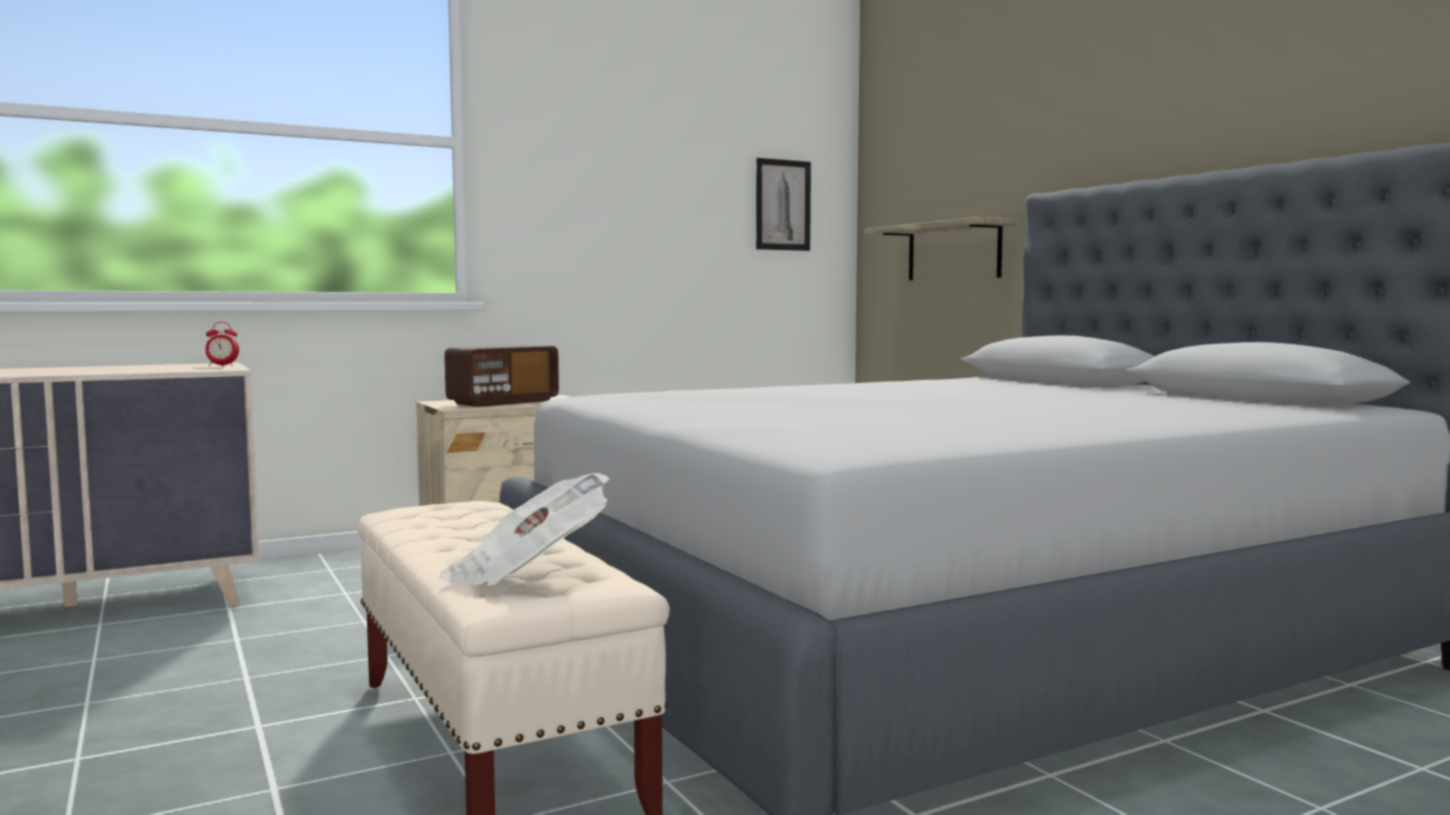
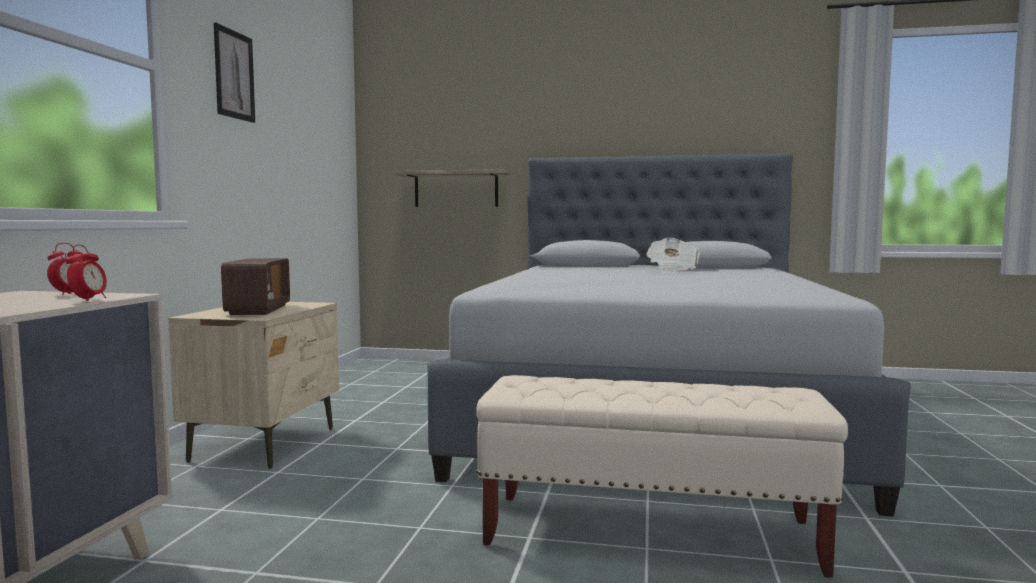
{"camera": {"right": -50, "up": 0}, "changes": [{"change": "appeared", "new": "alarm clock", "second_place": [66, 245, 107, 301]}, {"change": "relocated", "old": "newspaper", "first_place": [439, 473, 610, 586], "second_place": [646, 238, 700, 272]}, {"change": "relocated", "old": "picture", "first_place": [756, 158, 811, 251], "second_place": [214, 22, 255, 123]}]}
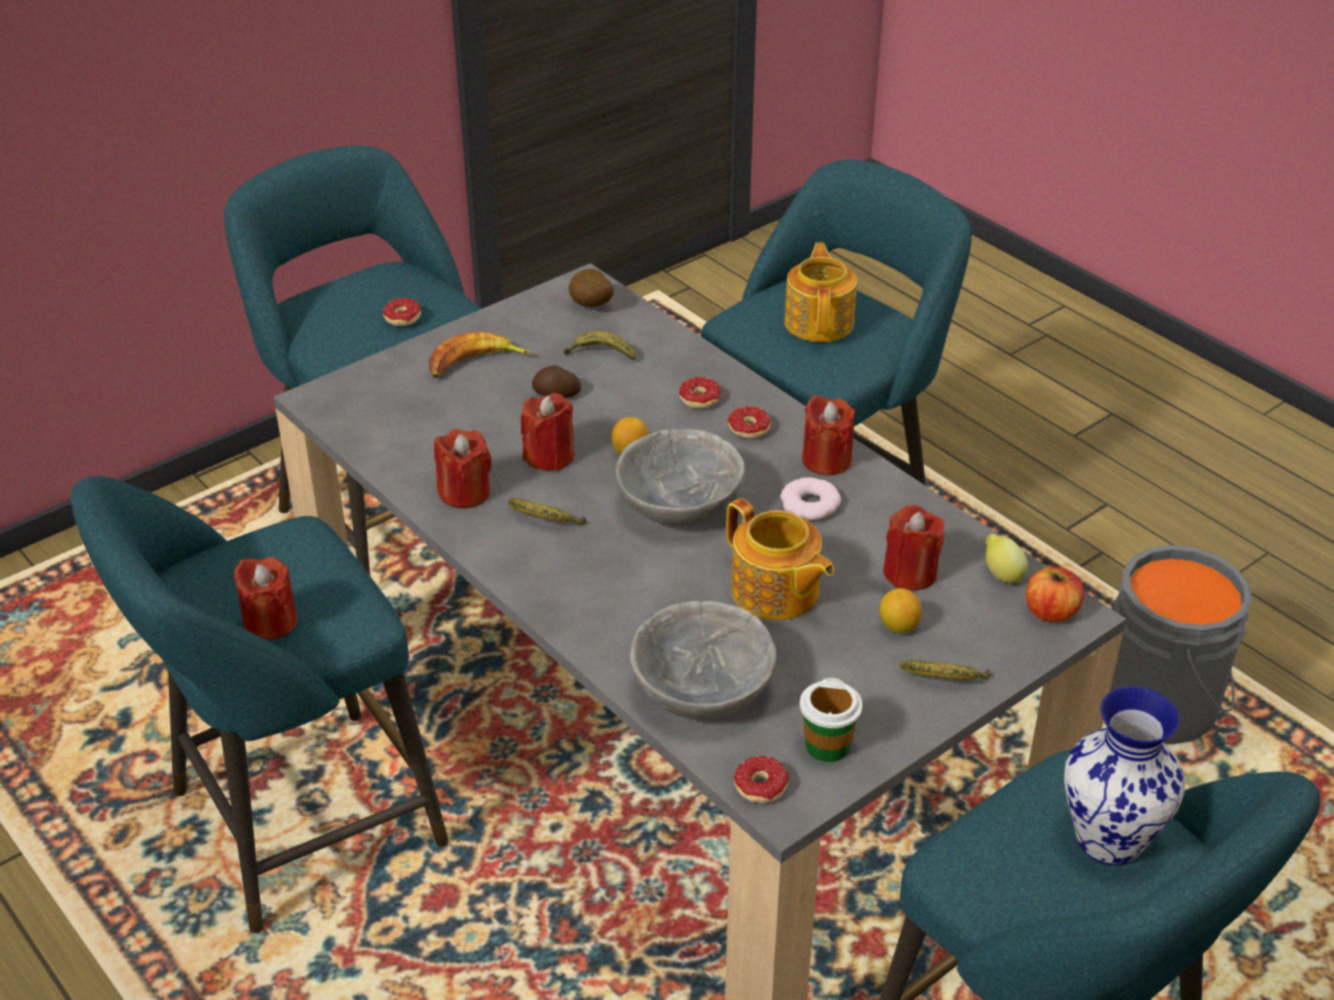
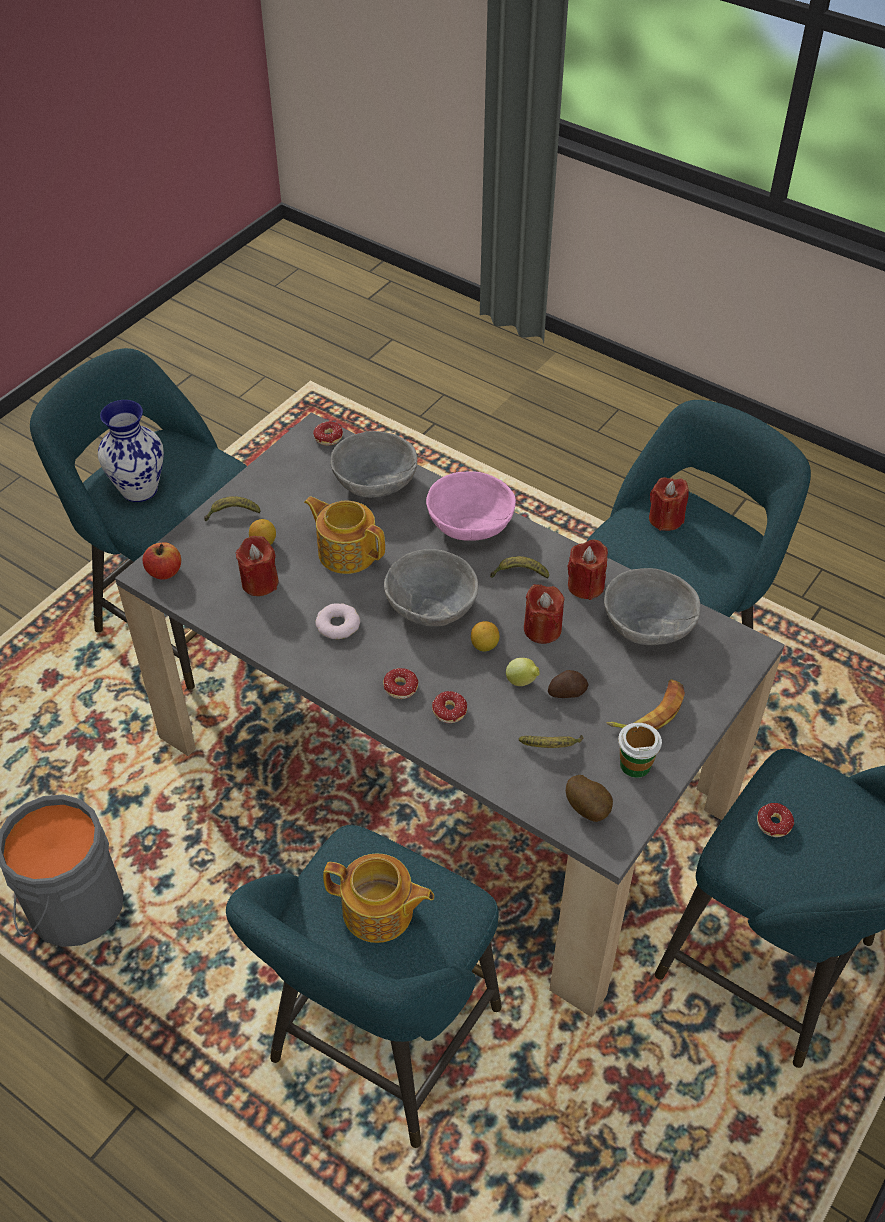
{"camera": {"right": 165, "up": 10}, "changes": [{"change": "missing", "old": "red candle", "first_place": [802, 395, 855, 476]}, {"change": "appeared", "new": "pink bowl", "second_place": [426, 471, 516, 541]}, {"change": "appeared", "new": "grey bowl", "second_place": [604, 568, 700, 645]}, {"change": "relocated", "old": "cup", "first_place": [800, 678, 862, 762], "second_place": [618, 723, 662, 778]}, {"change": "relocated", "old": "lemon", "first_place": [985, 533, 1028, 583], "second_place": [506, 658, 540, 686]}, {"change": "spun", "old": "teapot", "first_place": [784, 242, 857, 342], "second_place": [323, 854, 434, 943], "degrees": -60}]}
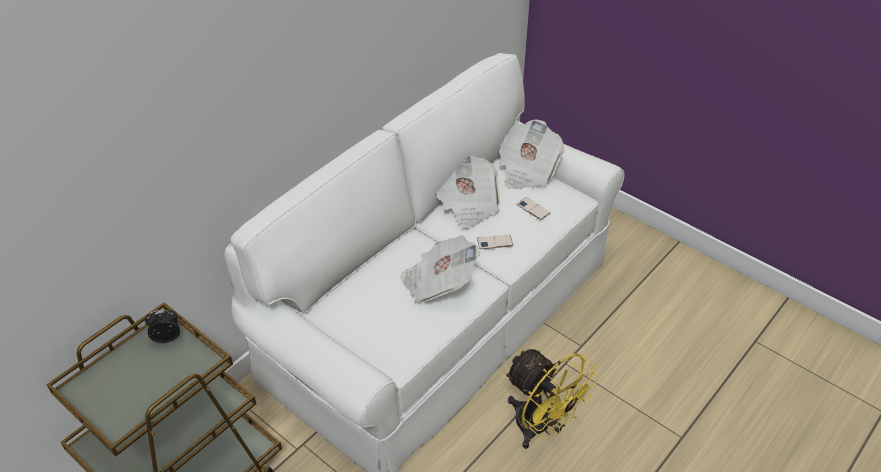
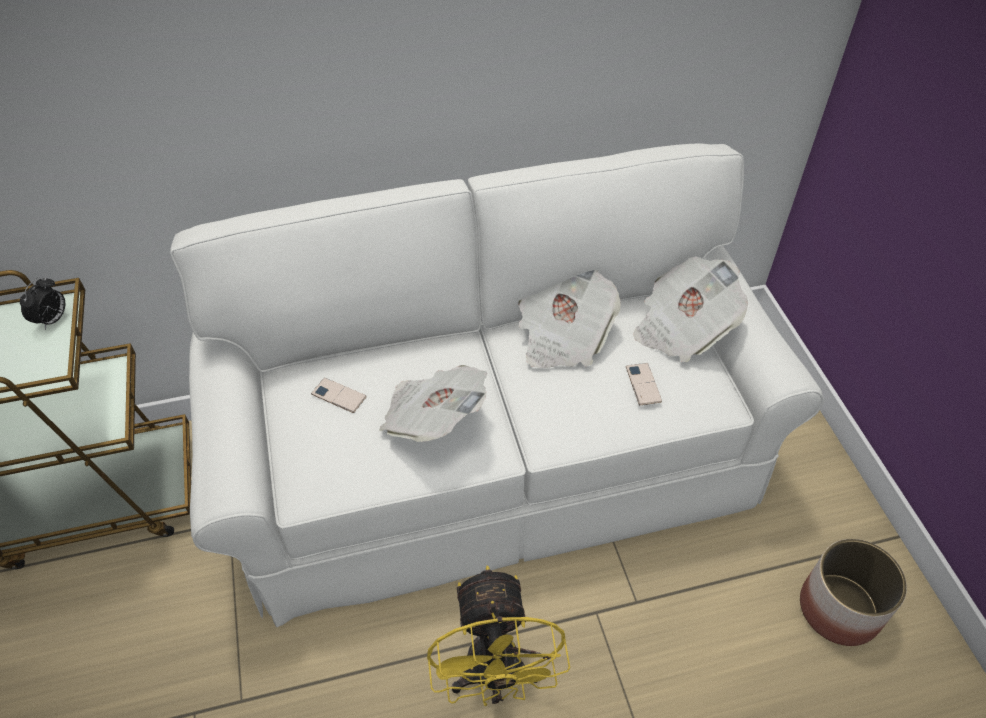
{"camera": {"right": 35, "up": 5}, "changes": [{"change": "appeared", "new": "planter", "second_place": [800, 539, 907, 646]}, {"change": "relocated", "old": "phone", "first_place": [477, 235, 513, 249], "second_place": [311, 378, 367, 413]}, {"change": "spun", "old": "alarm clock", "first_place": [145, 310, 180, 343], "second_place": [20, 277, 65, 330], "degrees": 90}]}
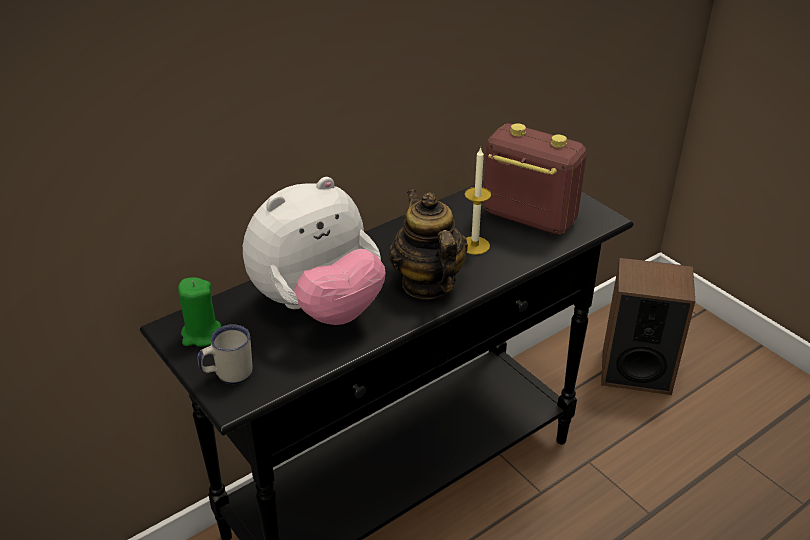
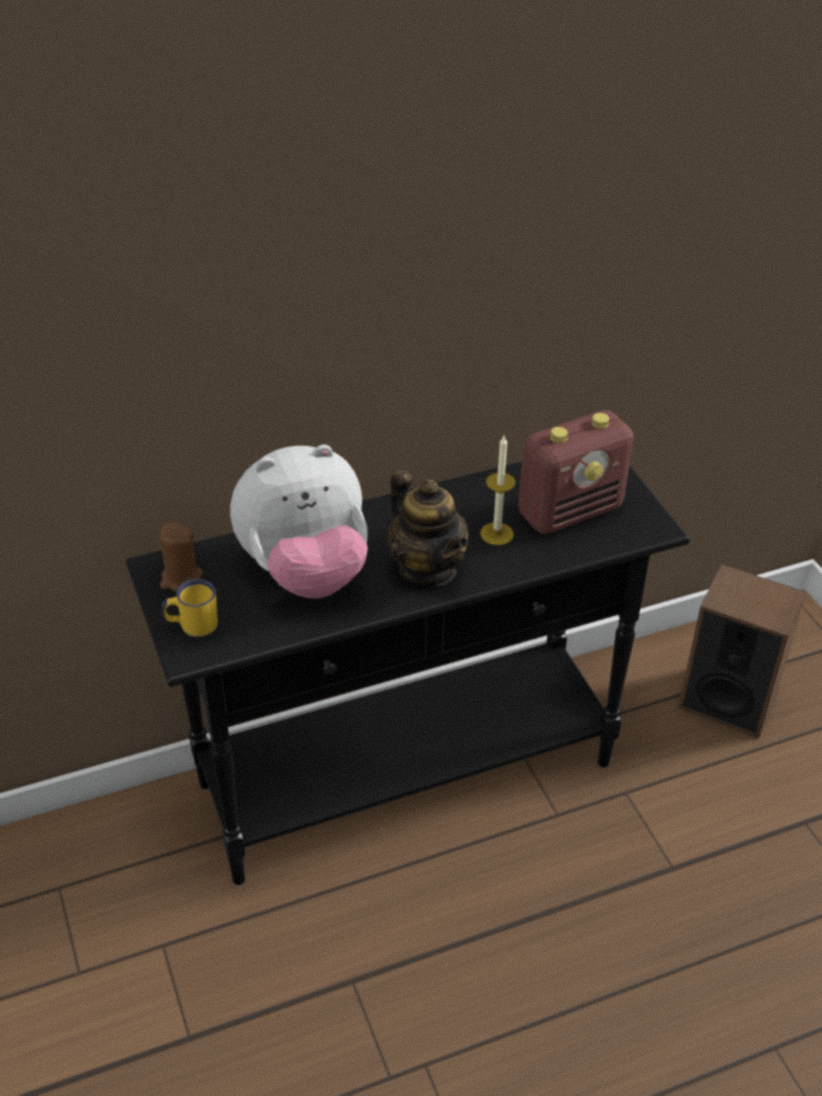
{"camera": {"right": 15, "up": 5}, "changes": [{"change": "colour", "old": "green candle", "new": "brown candle", "first_place": [178, 277, 221, 347], "second_place": [160, 522, 203, 592]}, {"change": "colour", "old": "white mug", "new": "yellow mug", "first_place": [197, 324, 253, 384], "second_place": [162, 579, 218, 638]}, {"change": "spun", "old": "teapot", "first_place": [389, 189, 468, 299], "second_place": [388, 470, 468, 587], "degrees": 150}, {"change": "spun", "old": "radio", "first_place": [483, 123, 587, 235], "second_place": [519, 410, 634, 534], "degrees": 105}]}
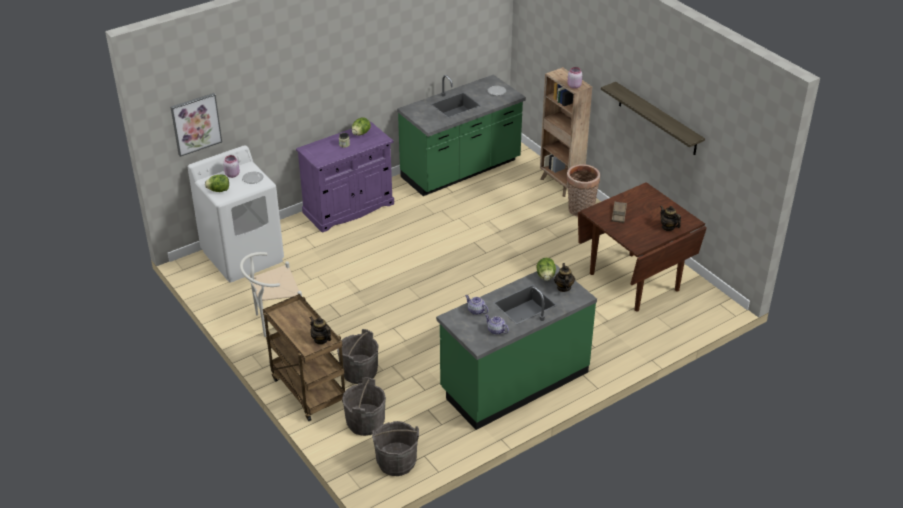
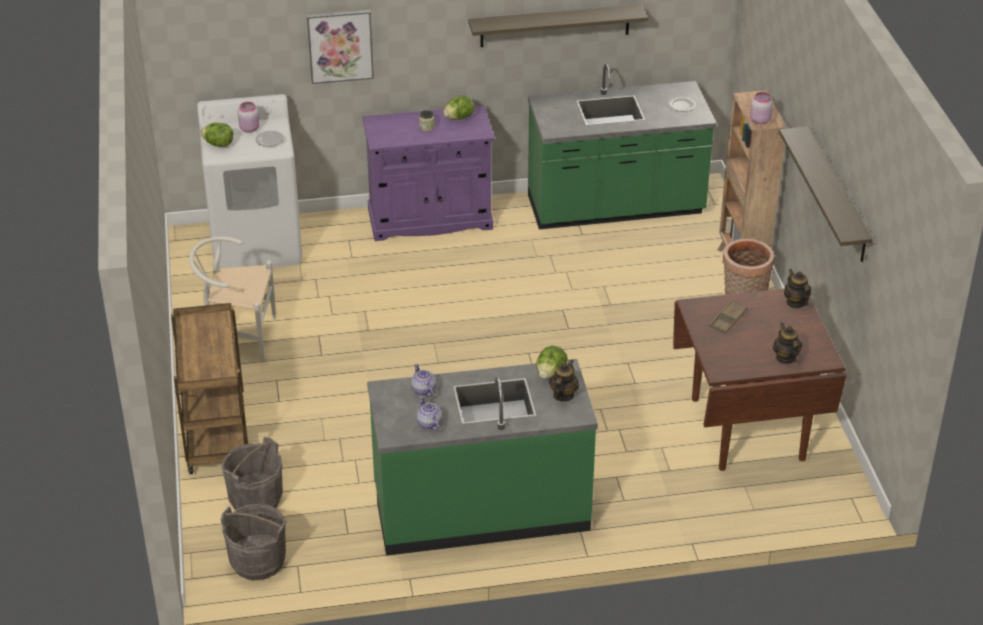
{"camera": {"right": 25, "up": 0}, "changes": [{"change": "missing", "old": "grey bucket", "first_place": [337, 329, 379, 384]}, {"change": "appeared", "new": "shelf", "second_place": [468, 5, 648, 47]}, {"change": "relocated", "old": "picture", "first_place": [171, 93, 222, 157], "second_place": [307, 10, 374, 84]}, {"change": "relocated", "old": "teapot", "first_place": [310, 317, 331, 345], "second_place": [784, 269, 811, 308]}]}
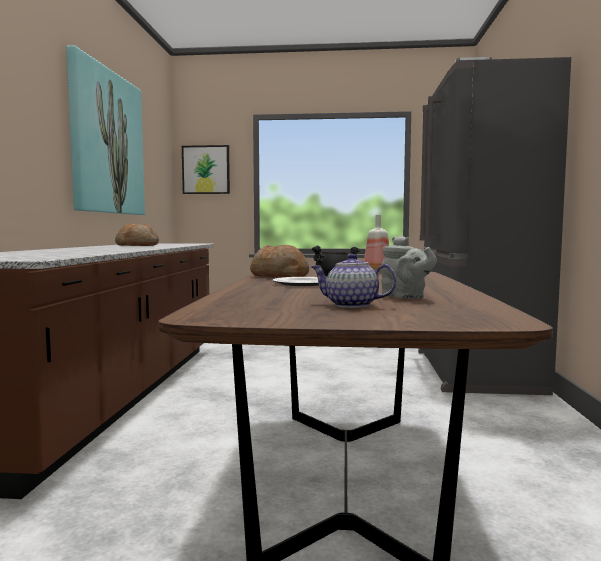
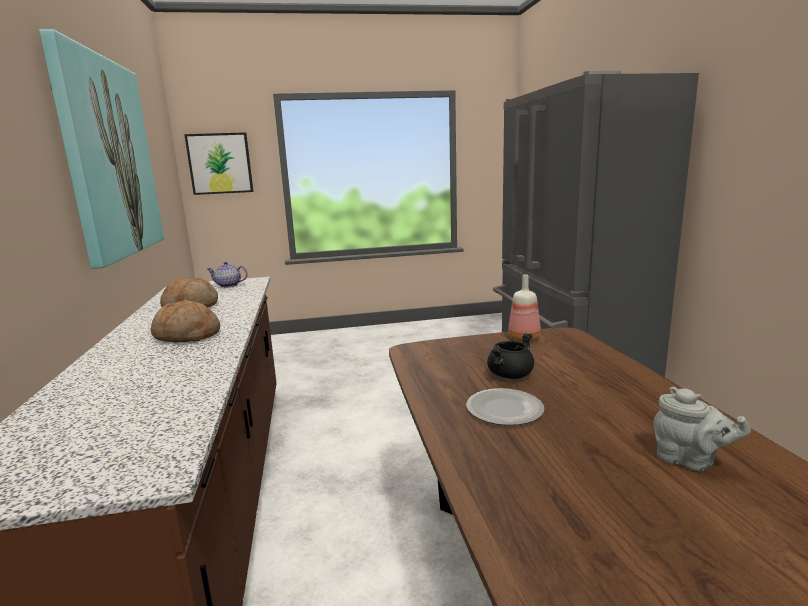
{"camera": {"right": -15, "up": 10}, "changes": [{"change": "relocated", "old": "bread", "first_place": [250, 245, 309, 277], "second_place": [150, 300, 220, 343]}, {"change": "relocated", "old": "teapot", "first_place": [311, 254, 397, 308], "second_place": [207, 262, 248, 288]}]}
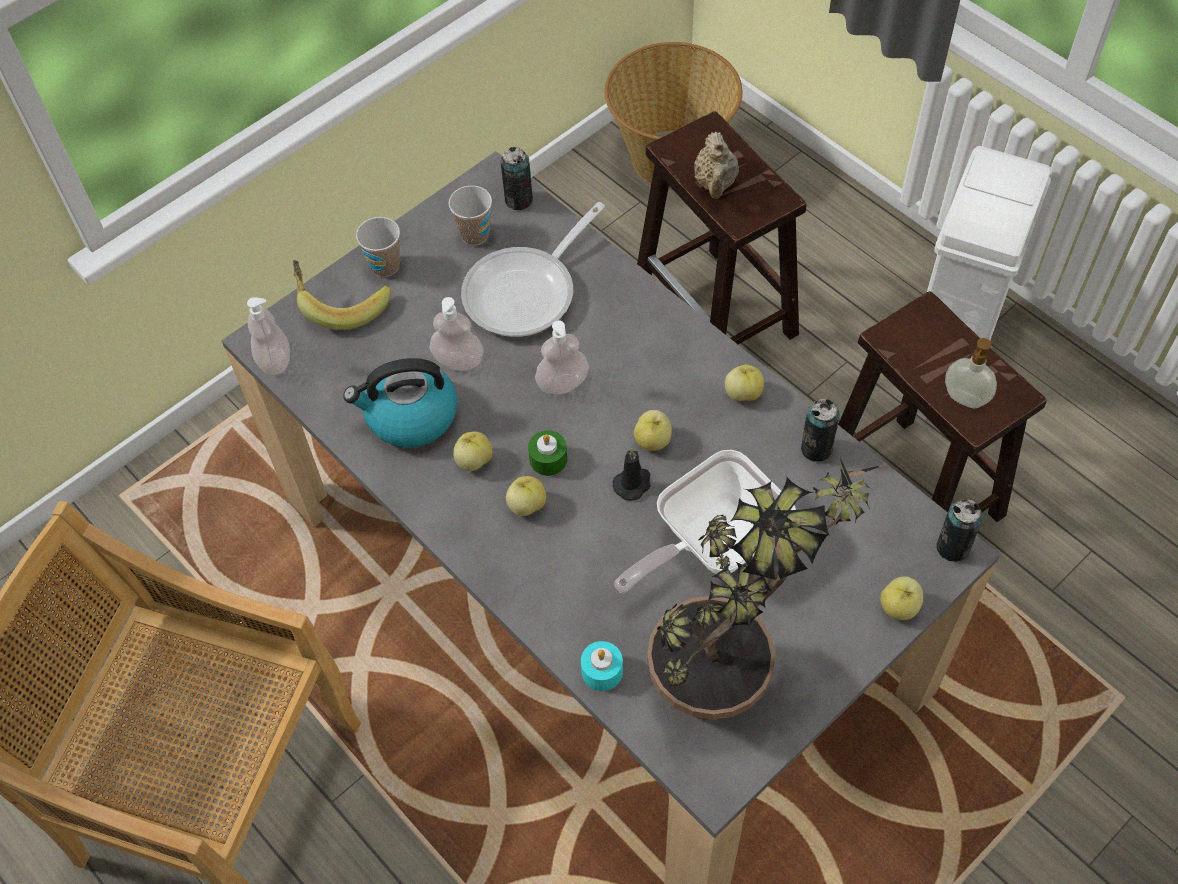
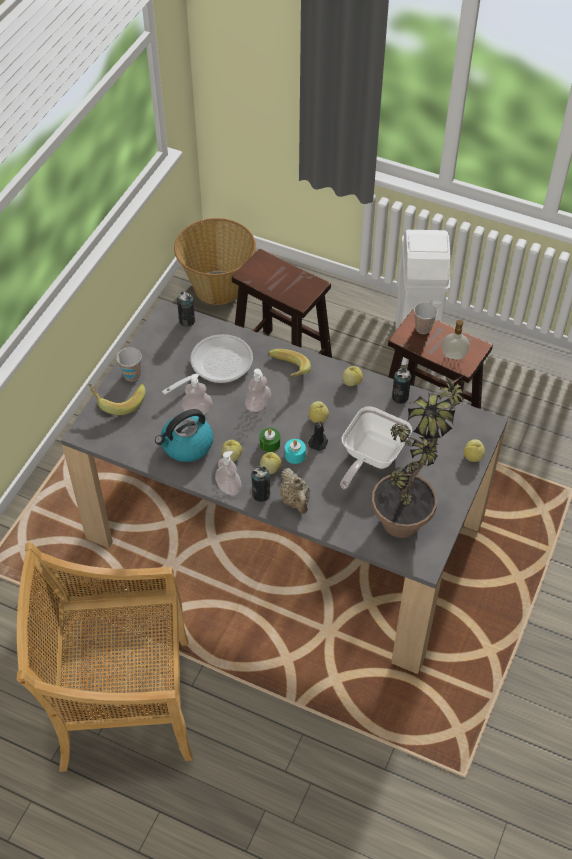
{"camera": {"right": -25, "up": -5}, "changes": [{"change": "appeared", "new": "banana", "second_place": [268, 349, 311, 377]}, {"change": "relocated", "old": "soap dispenser", "first_place": [247, 297, 290, 375], "second_place": [215, 451, 242, 496]}, {"change": "relocated", "old": "cup", "first_place": [449, 186, 492, 245], "second_place": [414, 302, 438, 334]}, {"change": "relocated", "old": "turquoise candle", "first_place": [581, 641, 623, 691], "second_place": [285, 439, 306, 464]}, {"change": "relocated", "old": "beige teapot", "first_place": [694, 132, 739, 199], "second_place": [280, 468, 310, 514]}, {"change": "relocated", "old": "can", "first_place": [936, 499, 983, 562], "second_place": [251, 466, 270, 502]}, {"change": "spun", "old": "frying pan", "first_place": [461, 202, 605, 337], "second_place": [162, 334, 253, 395], "degrees": -150}]}
